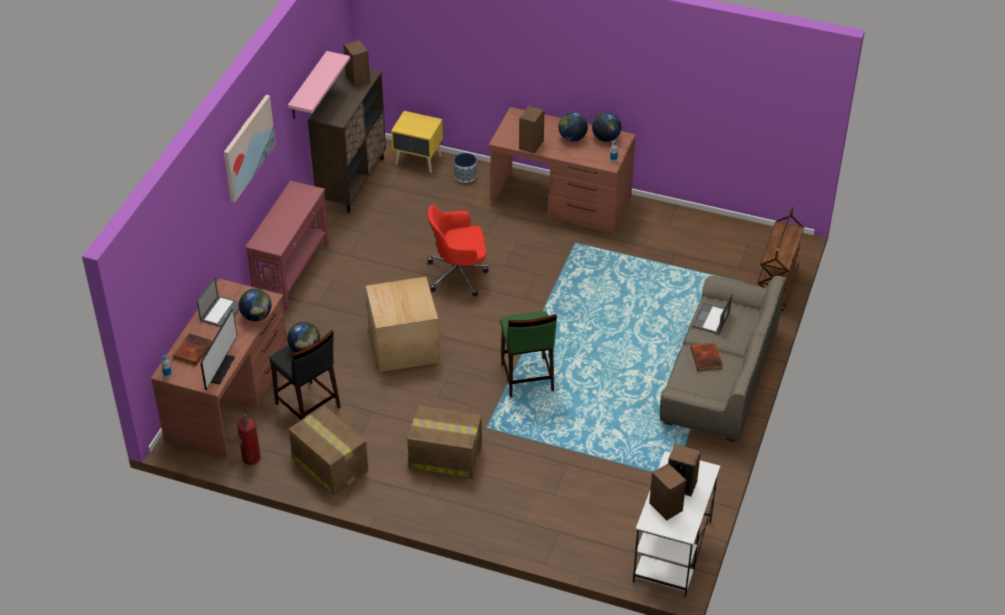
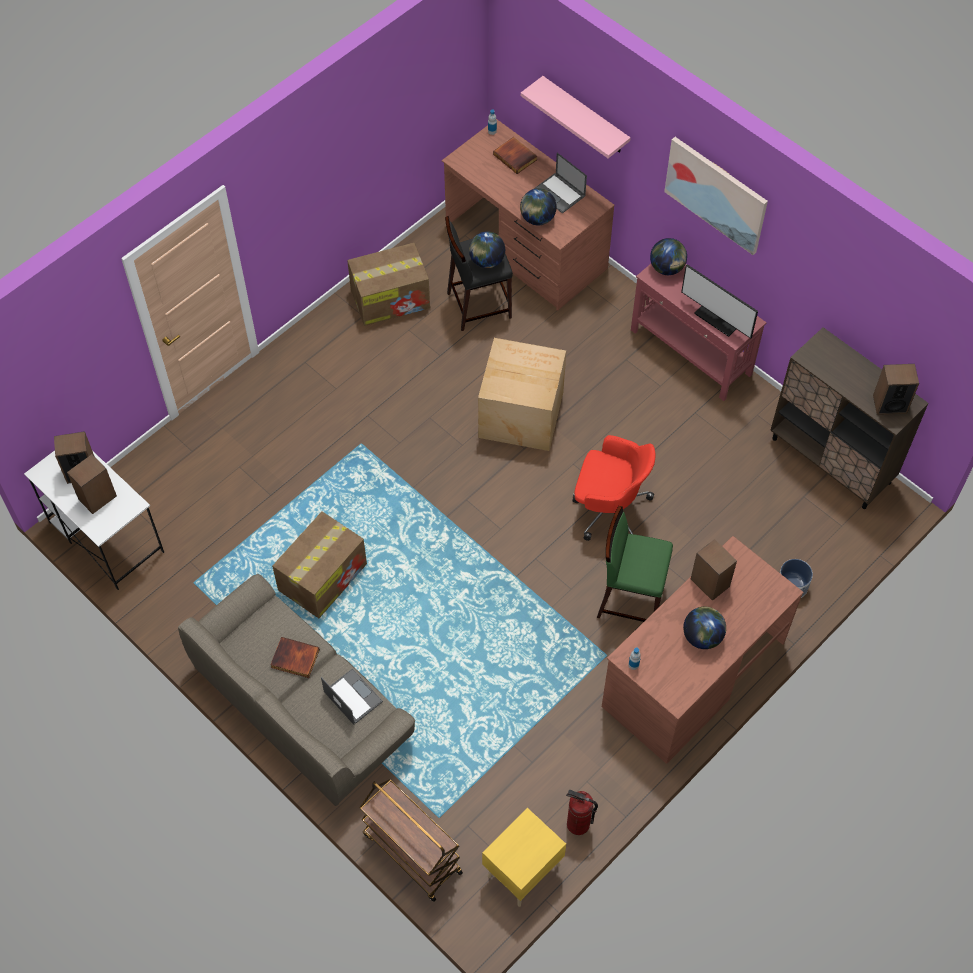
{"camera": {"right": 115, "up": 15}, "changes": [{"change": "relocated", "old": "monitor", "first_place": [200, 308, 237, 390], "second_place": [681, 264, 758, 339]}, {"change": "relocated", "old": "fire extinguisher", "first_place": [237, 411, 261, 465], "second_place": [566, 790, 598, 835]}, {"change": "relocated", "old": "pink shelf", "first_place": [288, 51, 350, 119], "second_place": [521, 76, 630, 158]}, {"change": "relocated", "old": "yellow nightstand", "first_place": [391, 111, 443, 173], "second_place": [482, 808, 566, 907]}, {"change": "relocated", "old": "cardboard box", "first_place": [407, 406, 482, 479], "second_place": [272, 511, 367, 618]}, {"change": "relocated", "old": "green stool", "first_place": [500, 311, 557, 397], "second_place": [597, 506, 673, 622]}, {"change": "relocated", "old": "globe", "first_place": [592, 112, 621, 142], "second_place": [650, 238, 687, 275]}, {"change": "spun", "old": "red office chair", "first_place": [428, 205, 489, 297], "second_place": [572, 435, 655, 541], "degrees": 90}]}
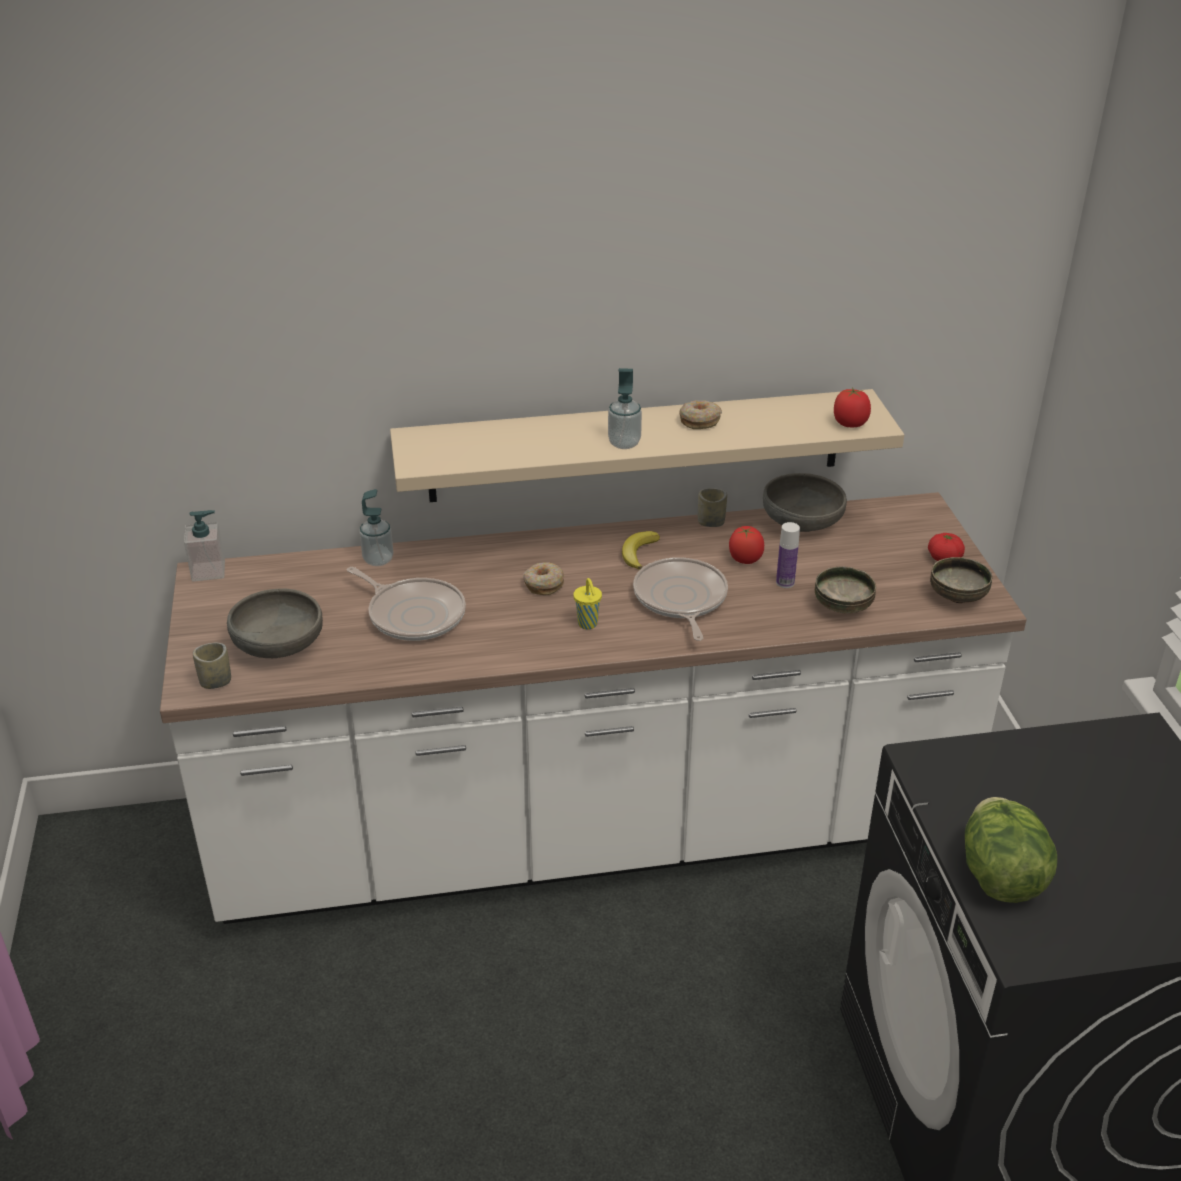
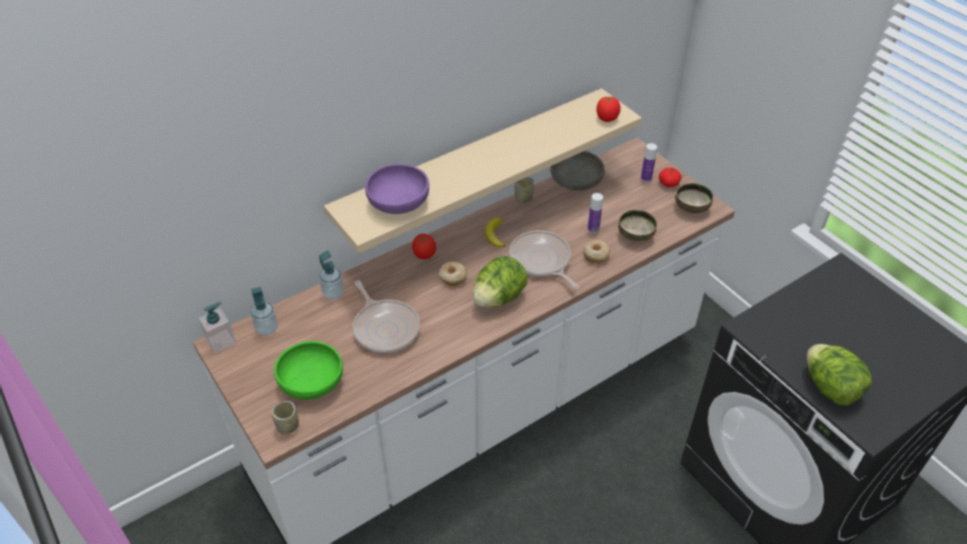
{"camera": {"right": -25, "up": 10}, "changes": [{"change": "appeared", "new": "purple bowl", "second_place": [365, 164, 429, 214]}, {"change": "appeared", "new": "bottle", "second_place": [641, 143, 657, 182]}, {"change": "relocated", "old": "soap dispenser", "first_place": [608, 368, 642, 449], "second_place": [251, 287, 278, 336]}, {"change": "relocated", "old": "donut", "first_place": [680, 400, 722, 429], "second_place": [583, 240, 610, 264]}, {"change": "relocated", "old": "tomato", "first_place": [729, 526, 764, 564], "second_place": [412, 234, 436, 259]}, {"change": "exchanged", "old": "yellow cup", "new": "lettuce", "first_place": [573, 578, 602, 630], "second_place": [473, 256, 528, 307]}, {"change": "colour", "old": "grey bowl", "new": "green bowl", "first_place": [227, 588, 323, 658], "second_place": [274, 341, 343, 400]}, {"change": "spun", "old": "frying pan", "first_place": [347, 567, 466, 641], "second_place": [353, 280, 420, 353], "degrees": 45}]}
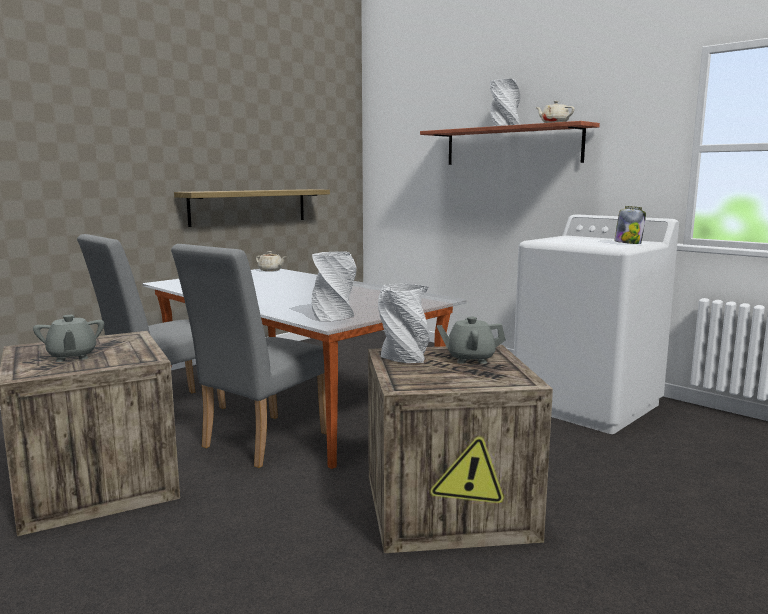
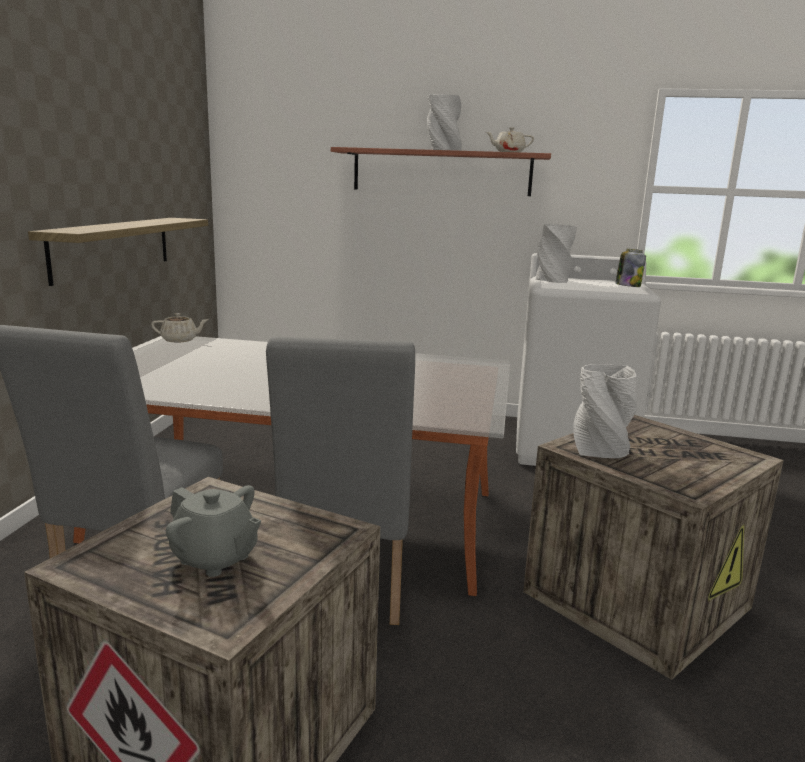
{"camera": {"right": -35, "up": 5}, "changes": [{"change": "missing", "old": "grey teapot", "first_place": [436, 317, 506, 364]}, {"change": "relocated", "old": "grey vase", "first_place": [312, 251, 356, 321], "second_place": [536, 224, 577, 283]}]}
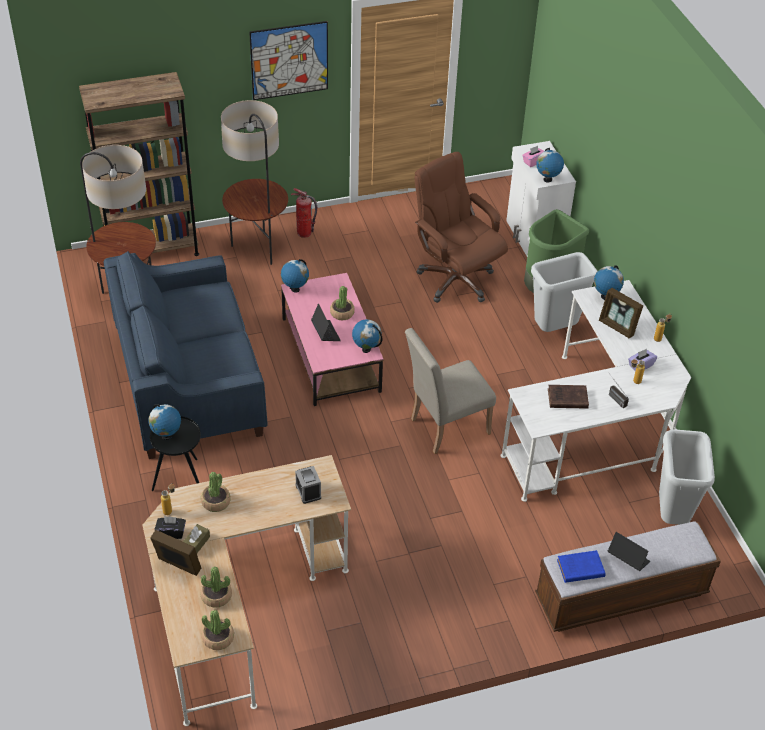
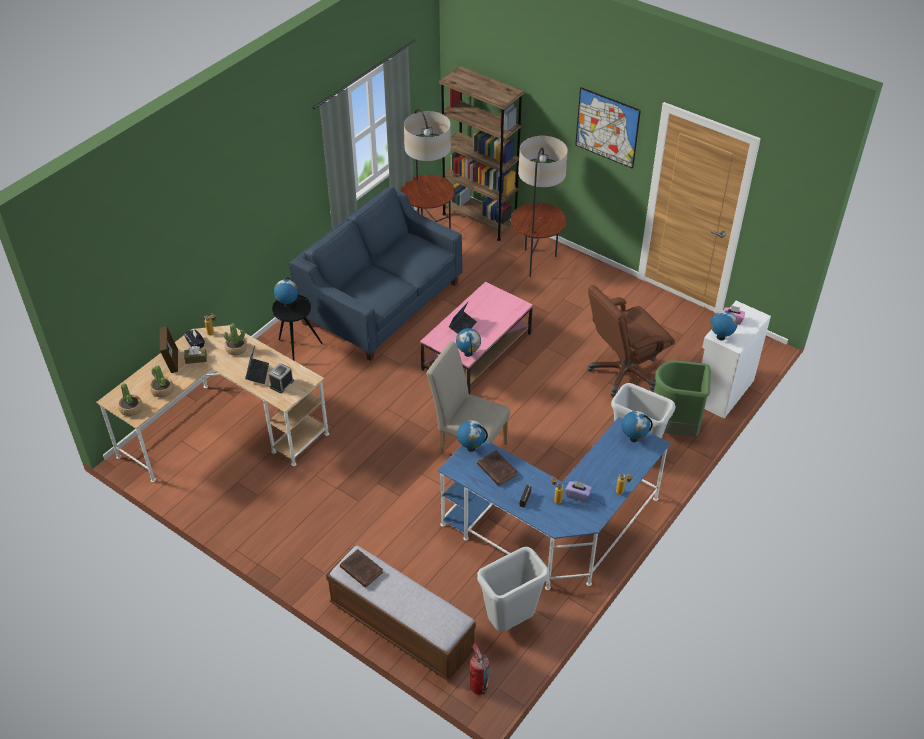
{"camera": {"right": 55, "up": 0}, "changes": [{"change": "missing", "old": "potted plant", "first_place": [330, 286, 355, 320]}, {"change": "missing", "old": "picture frame", "first_place": [599, 288, 643, 338]}, {"change": "relocated", "old": "globe", "first_place": [281, 259, 309, 293], "second_place": [457, 420, 488, 452]}, {"change": "relocated", "old": "fire extinguisher", "first_place": [291, 188, 317, 238], "second_place": [470, 643, 489, 695]}, {"change": "relocated", "old": "laptop", "first_place": [608, 532, 650, 571], "second_place": [245, 346, 269, 384]}, {"change": "colour", "old": "white desk", "new": "blue desk", "first_place": [501, 280, 691, 502], "second_place": [438, 417, 671, 590]}, {"change": "colour", "old": "blue book", "new": "brown book", "first_place": [557, 550, 605, 583], "second_place": [340, 549, 383, 588]}, {"change": "spun", "old": "brown office chair", "first_place": [414, 152, 508, 303], "second_place": [588, 285, 675, 396], "degrees": -135}]}
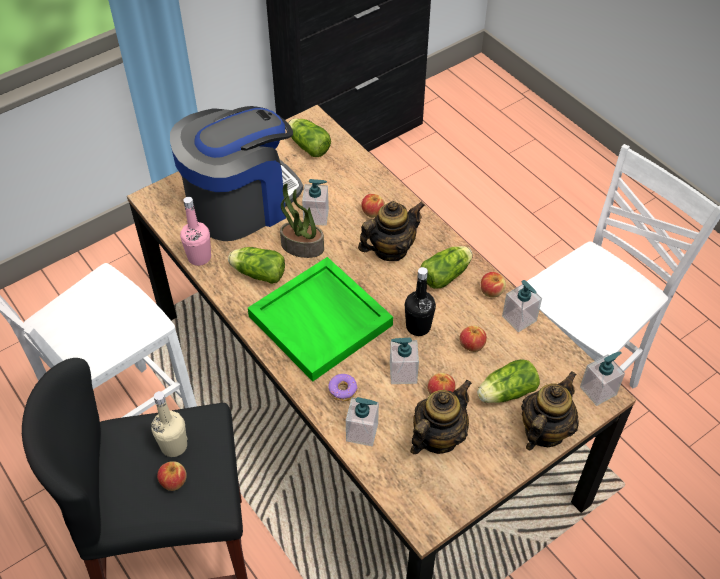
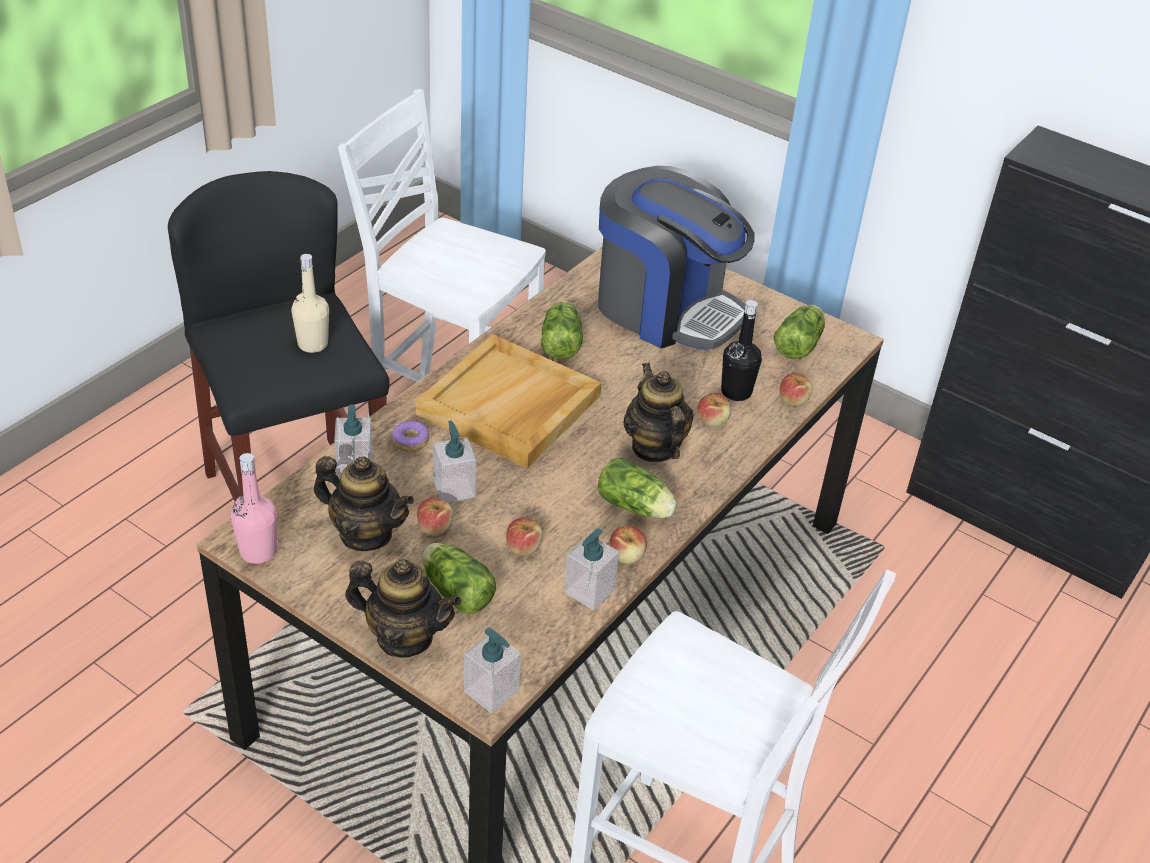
{"camera": {"right": 70, "up": -10}, "changes": [{"change": "missing", "old": "potted plant", "first_place": [280, 184, 324, 258]}, {"change": "missing", "old": "soap dispenser", "first_place": [302, 179, 329, 226]}, {"change": "relocated", "old": "apple", "first_place": [157, 461, 187, 491], "second_place": [779, 373, 812, 406]}, {"change": "relocated", "old": "pink bottle", "first_place": [180, 197, 211, 266], "second_place": [231, 453, 278, 564]}, {"change": "relocated", "old": "black bottle", "first_place": [405, 267, 436, 336], "second_place": [721, 300, 762, 401]}, {"change": "colour", "old": "green tray", "new": "beige tray", "first_place": [248, 257, 393, 381], "second_place": [416, 334, 601, 468]}, {"change": "spun", "old": "teapot", "first_place": [358, 201, 425, 261], "second_place": [624, 362, 694, 462], "degrees": -150}]}
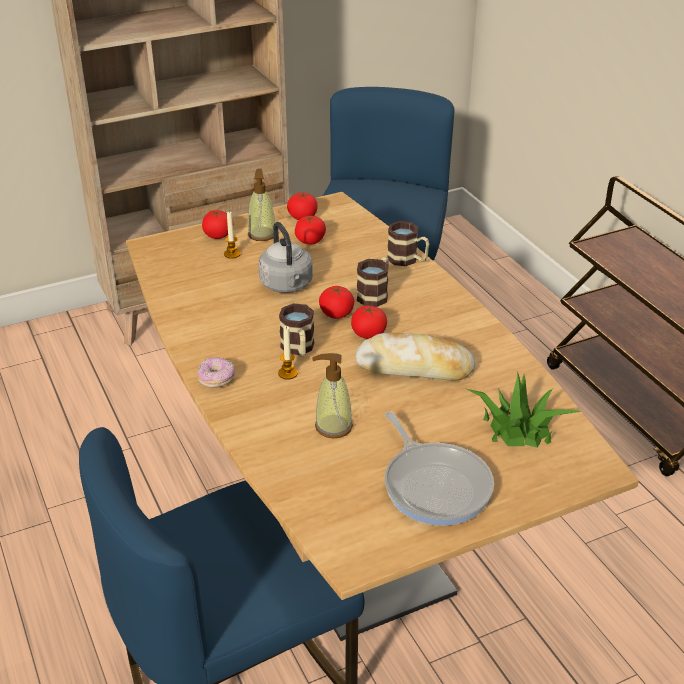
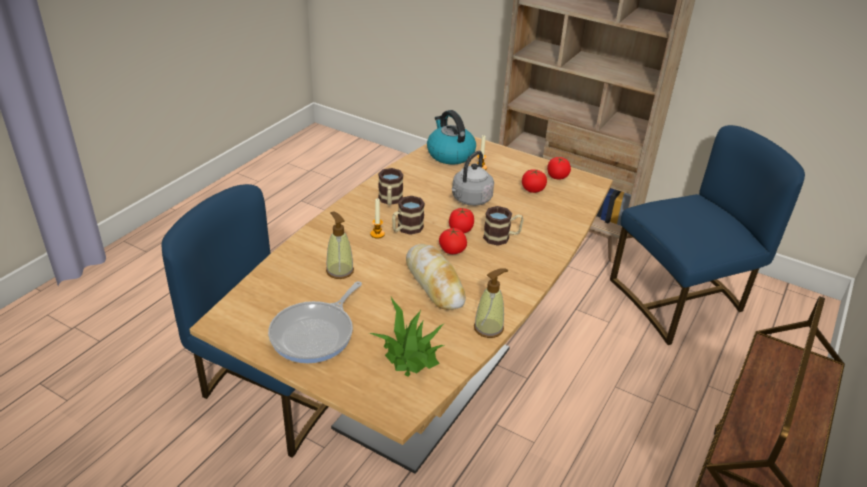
{"camera": {"right": 55, "up": 0}, "changes": [{"change": "missing", "old": "donut", "first_place": [198, 357, 235, 388]}, {"change": "missing", "old": "tomato", "first_place": [202, 210, 233, 239]}, {"change": "appeared", "new": "kettle", "second_place": [427, 110, 476, 164]}, {"change": "relocated", "old": "soap dispenser", "first_place": [247, 169, 275, 241], "second_place": [474, 268, 509, 338]}, {"change": "relocated", "old": "mug", "first_place": [387, 221, 429, 266], "second_place": [378, 168, 403, 205]}]}
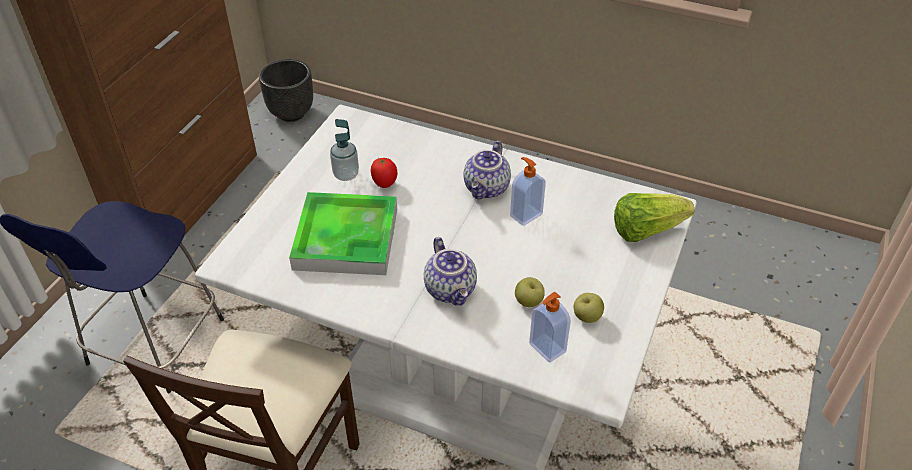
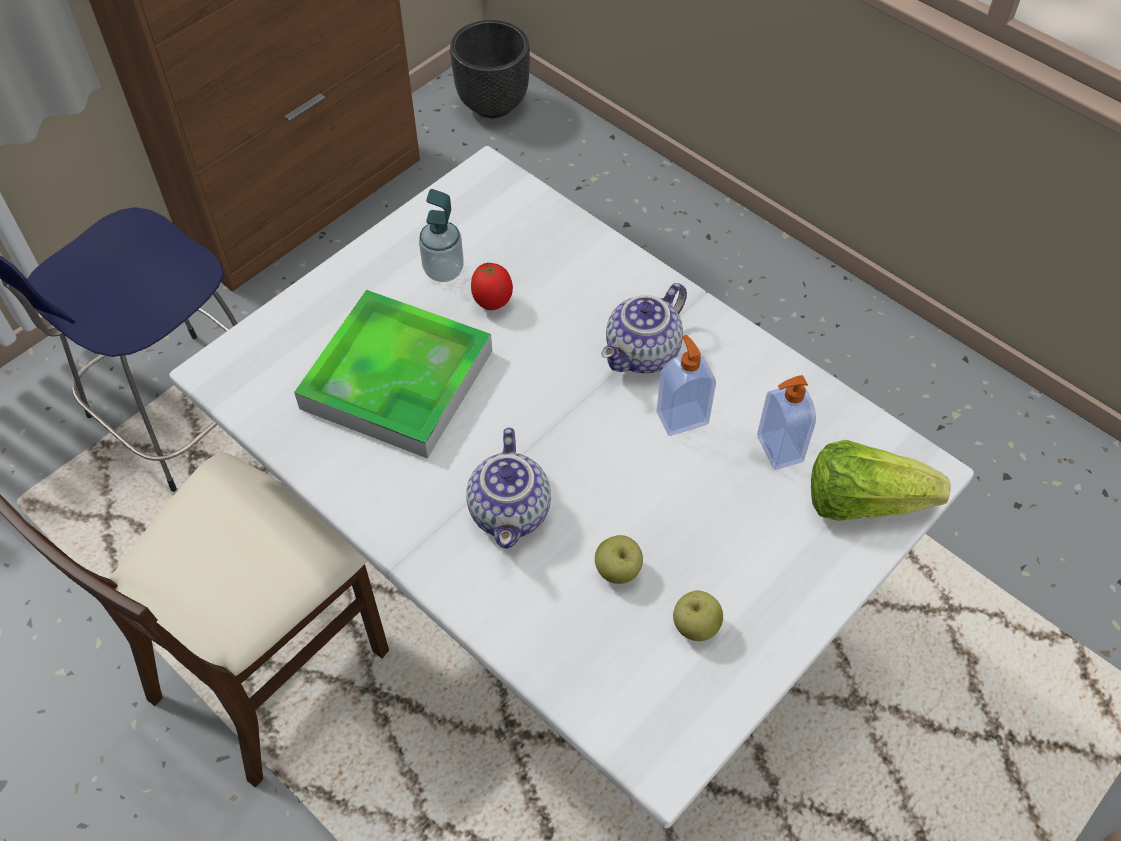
{"camera": {"right": 20, "up": 10}, "changes": [{"change": "relocated", "old": "soap dispenser", "first_place": [529, 292, 571, 363], "second_place": [757, 375, 816, 470]}]}
